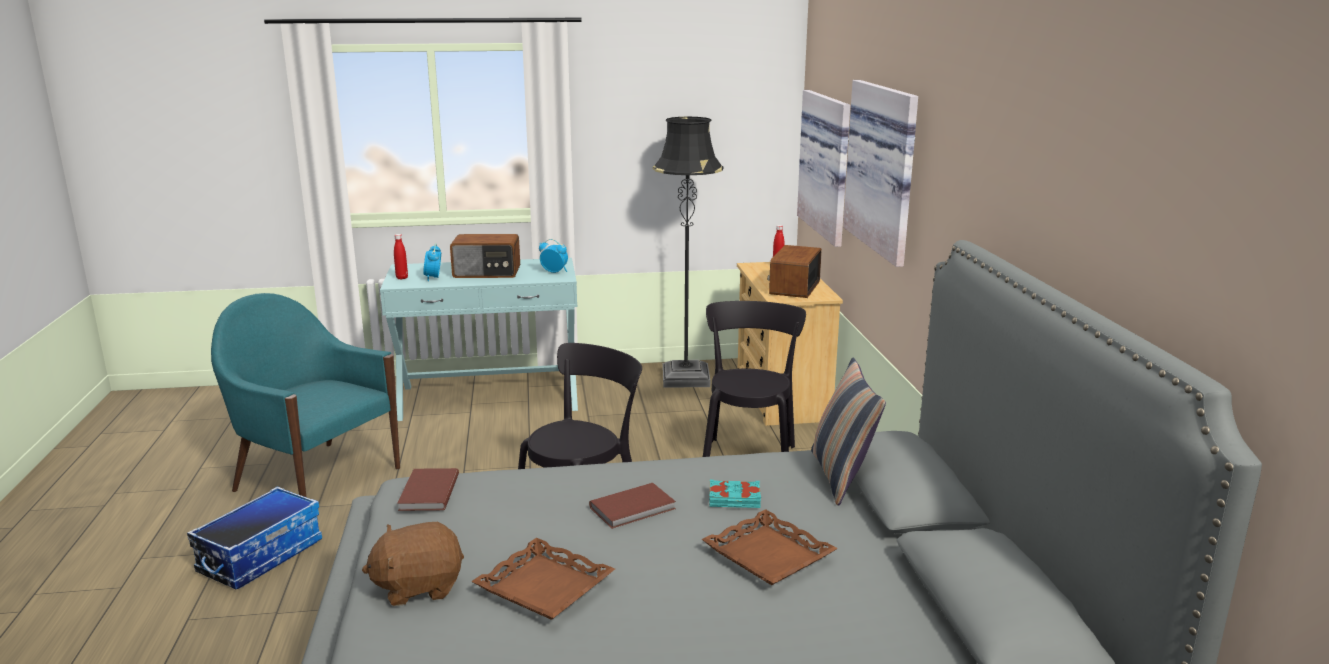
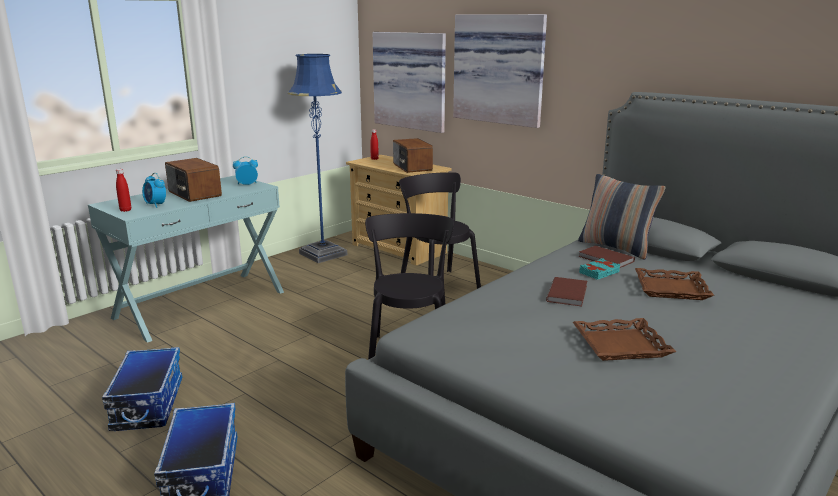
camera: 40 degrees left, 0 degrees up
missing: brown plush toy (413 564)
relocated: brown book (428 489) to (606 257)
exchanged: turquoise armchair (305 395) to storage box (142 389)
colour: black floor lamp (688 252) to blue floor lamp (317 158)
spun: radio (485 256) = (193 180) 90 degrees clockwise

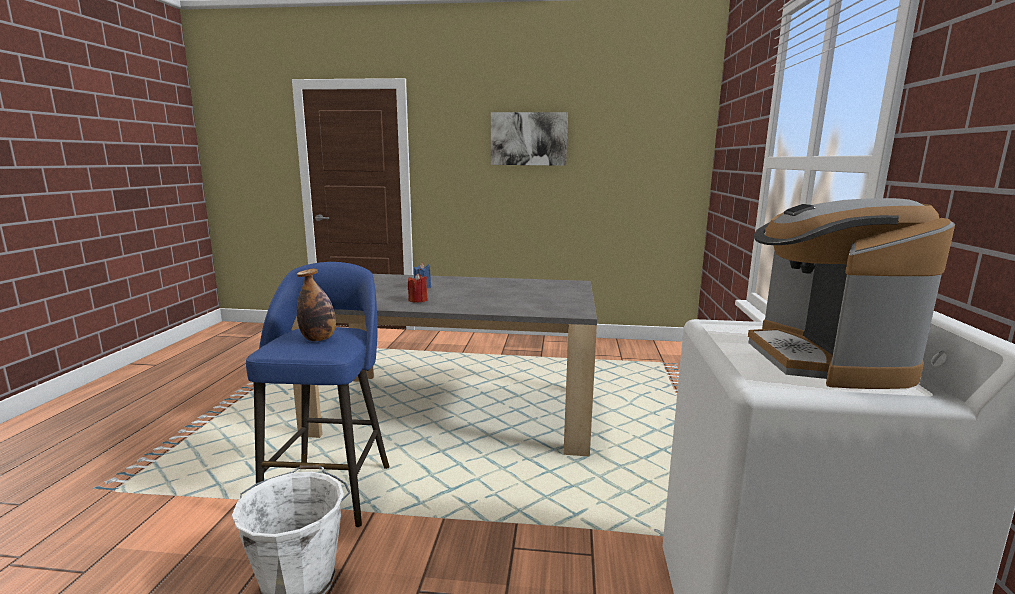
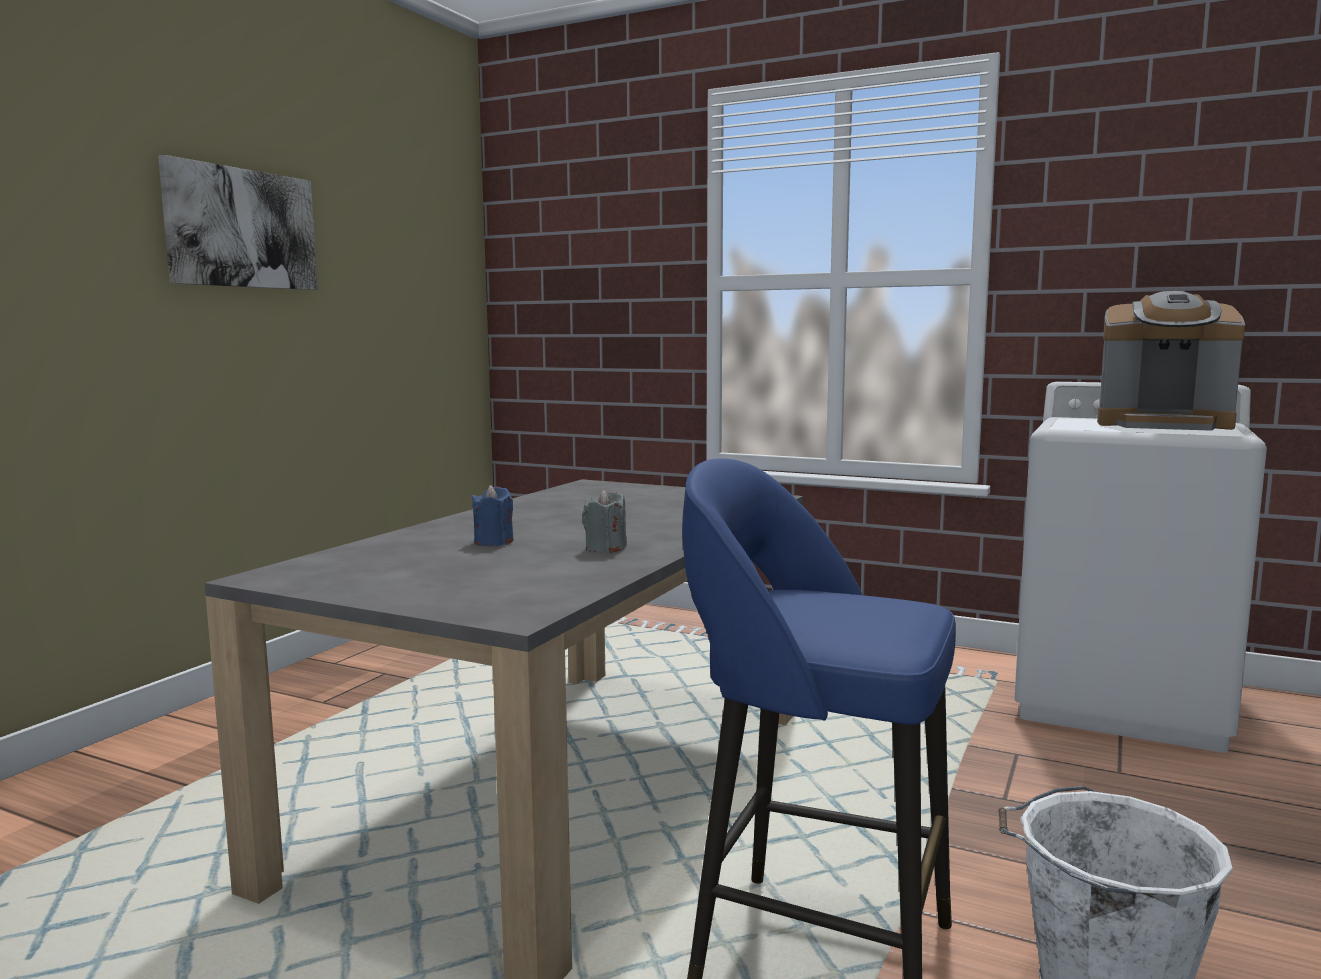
camera: 70 degrees left, 5 degrees down
missing: bottle (316 305)
colour: red candle (417 288) to grey candle (604 521)

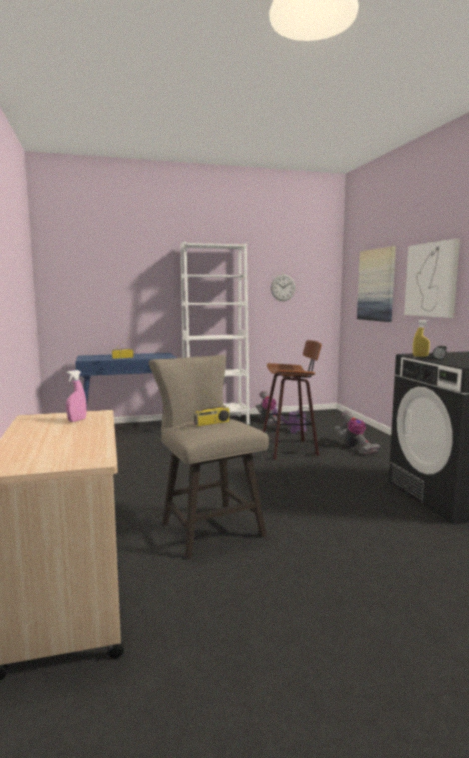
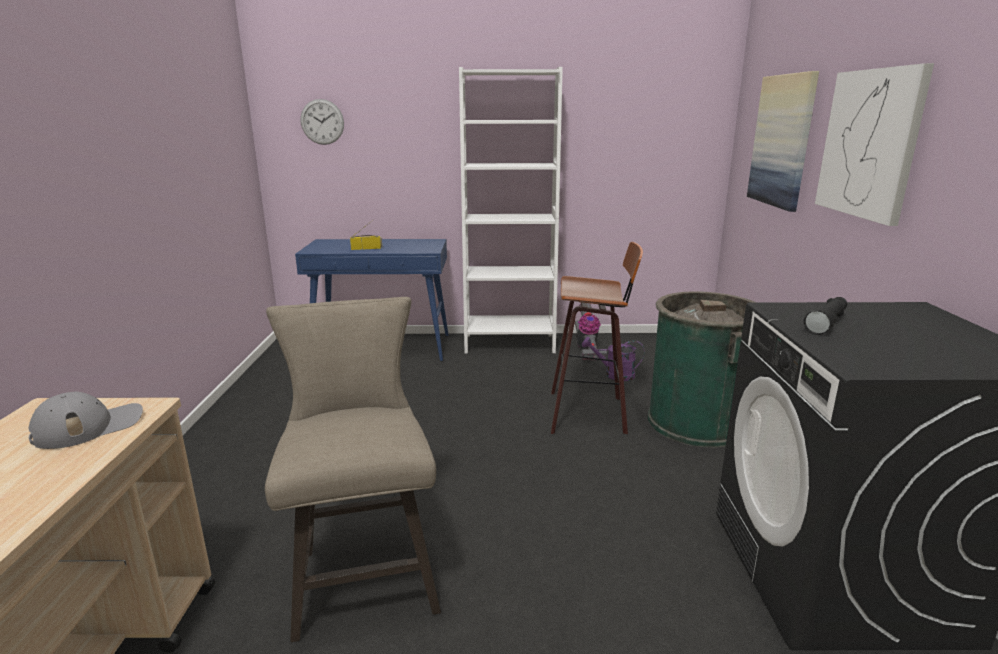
camera: 15 degrees right, 10 degrees up
missing: radio (212 407); yellow spray bottle (421 338)
relocated: wall clock (283 287) to (322 122)
exchanged: pink spray bottle (76 396) to grey cap (85 420); vacuum cleaner (357 432) to green trash can (702 369)

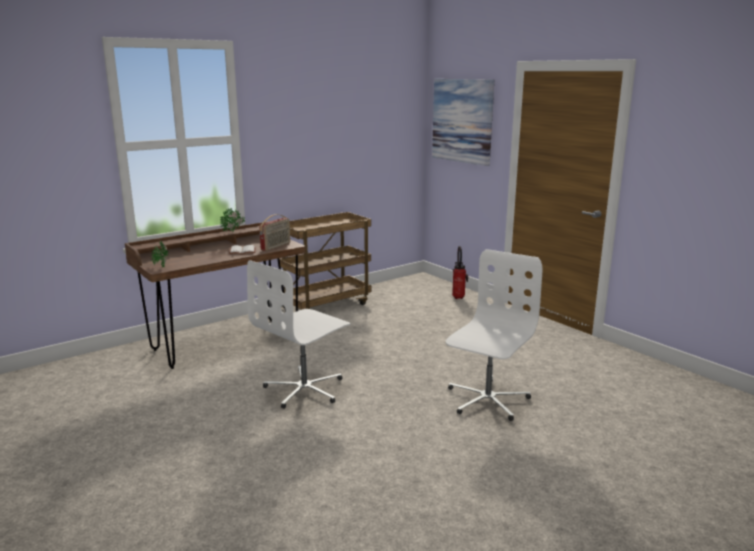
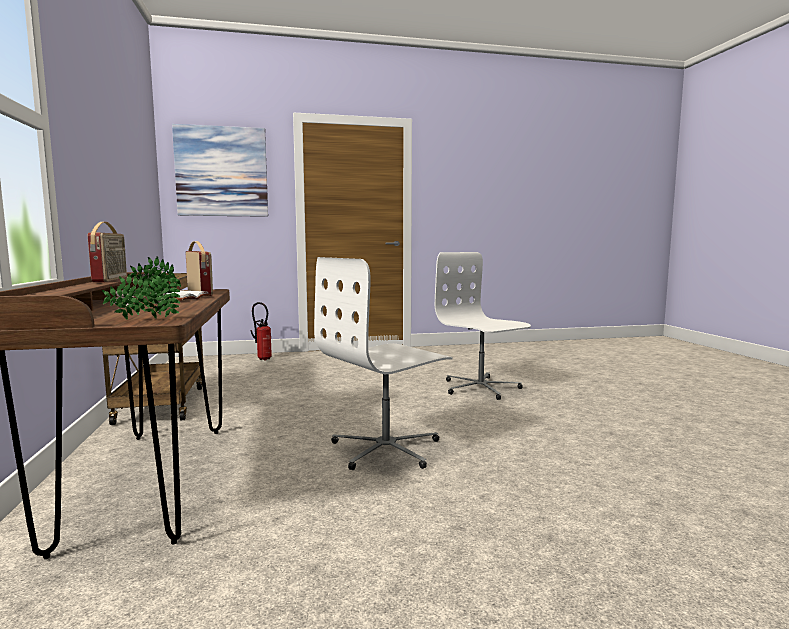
camera: 65 degrees left, 10 degrees down
exchanged: potted plant (232 220) to radio (107 252)
spun: white office chair (299 334) = (383 363) 75 degrees clockwise

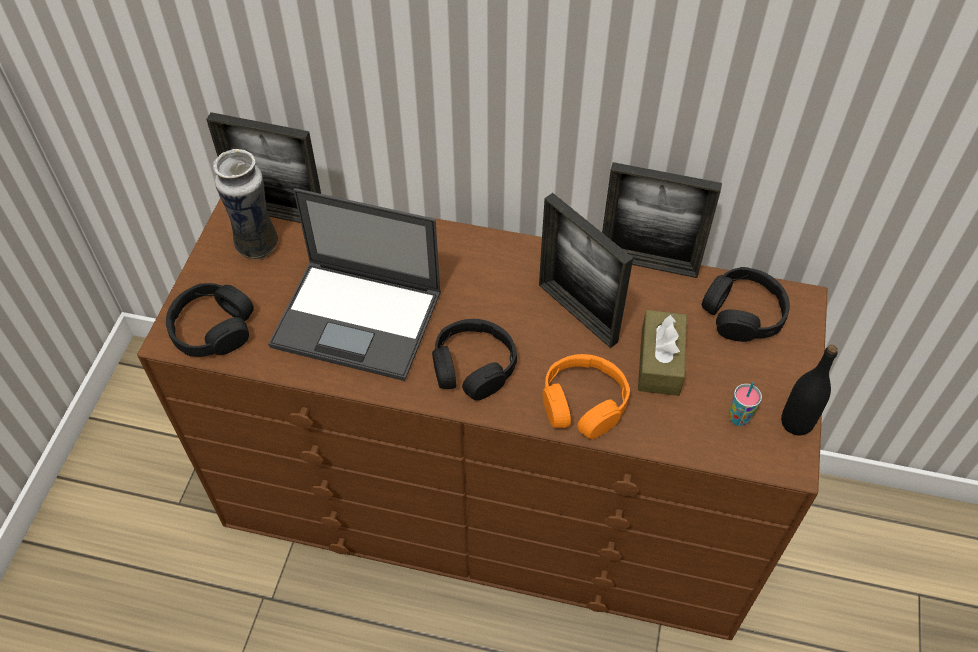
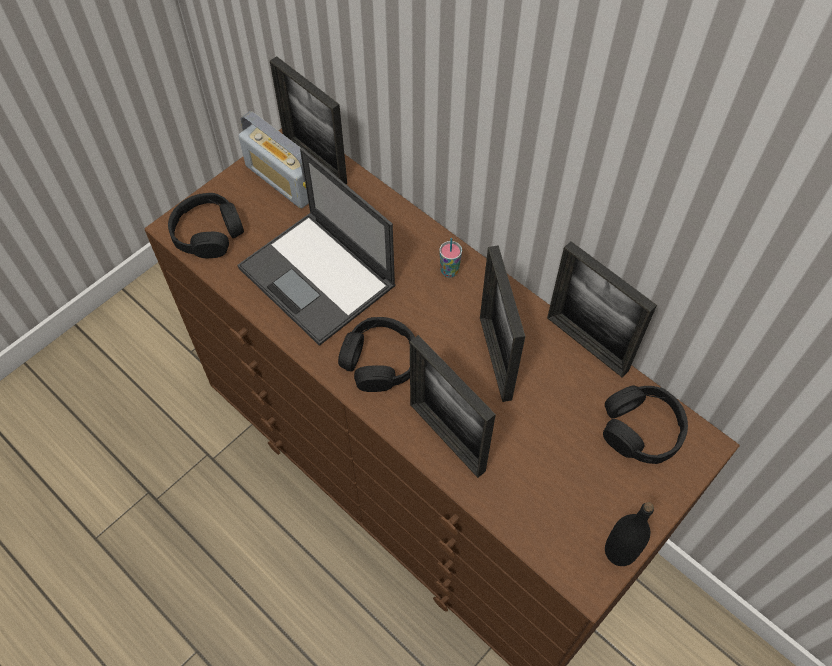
camera: 30 degrees right, 5 degrees up
missing: brown tissue box (662 353)
relocated: cup (745 404) to (450 258)
exchanged: vase (245 204) to radio (273 160); orange headphones (586 396) to picture frame (453 406)

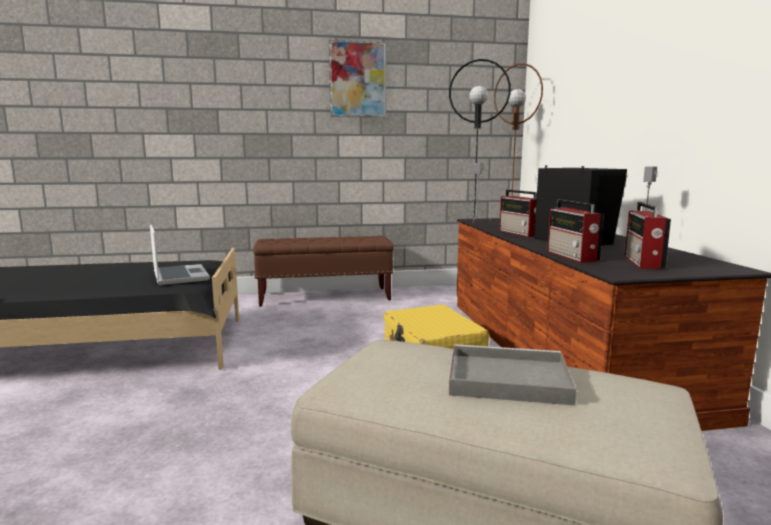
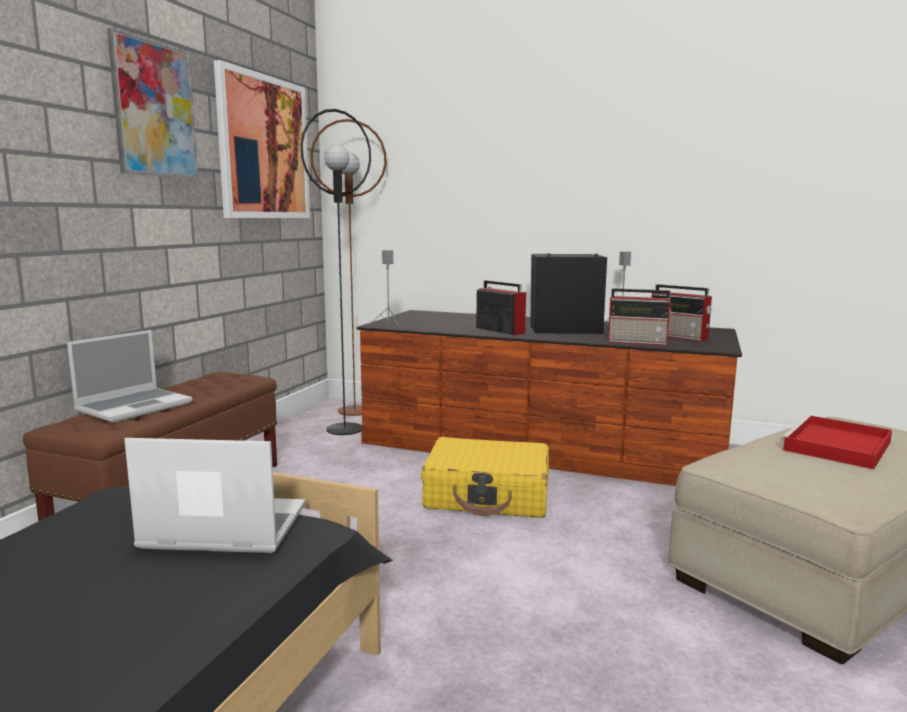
camera: 60 degrees left, 0 degrees up
appeared: laptop (129 376); picture (262 139)
colour: grey tray (513 374) to red tray (836 442)
spun: radio (518 213) = (501 307) 135 degrees counterclockwise

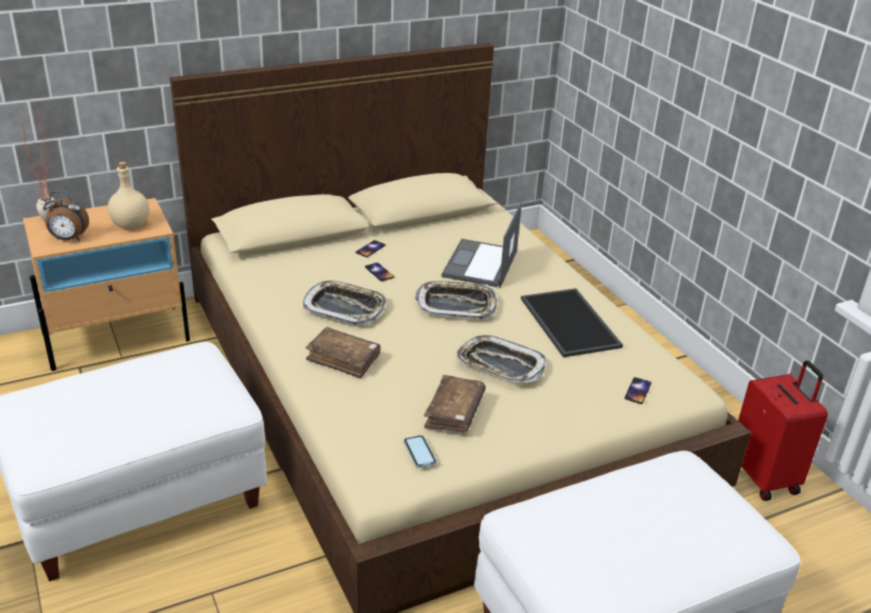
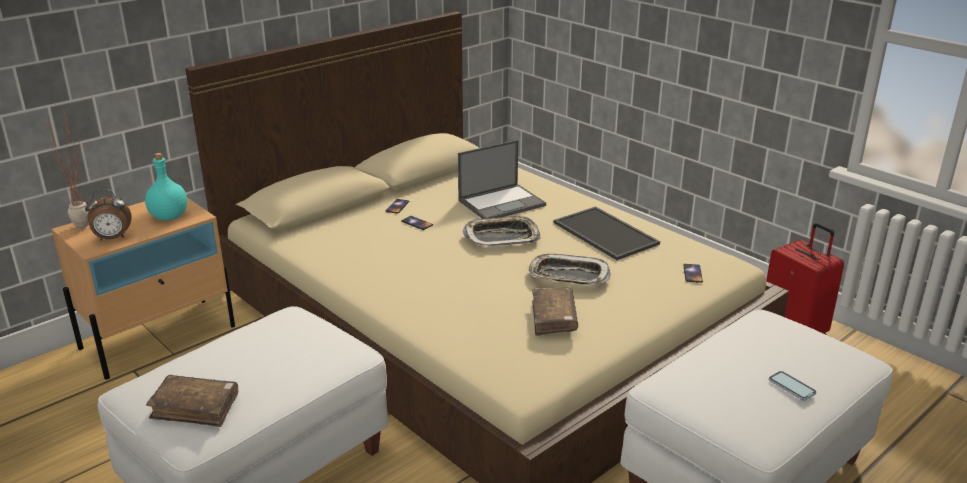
camera: 15 degrees left, 5 degrees down
missing: tray (345 303)
relocated: brown book (343 353) to (192 401); phone (420 451) to (793 386)
colour: beige bottle (129 195) to turquoise bottle (166 186)
spun: laptop (482 245) = (502 179) 120 degrees counterclockwise

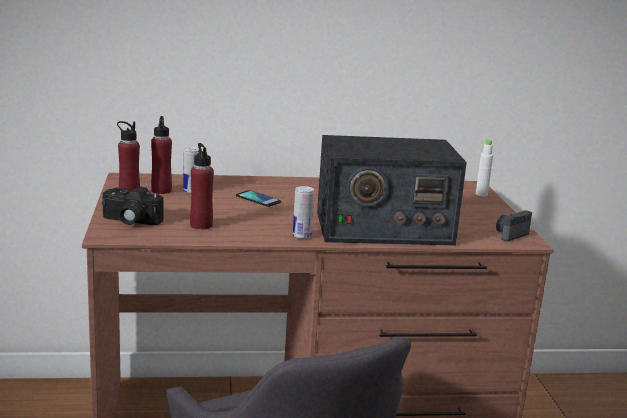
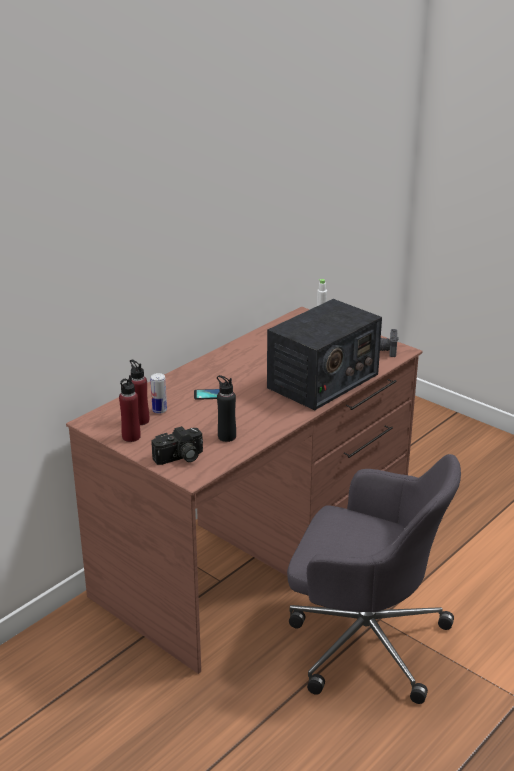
camera: 40 degrees left, 10 degrees up
missing: can (303 212)
colour: red bottle (202 186) to black bottle (226 408)

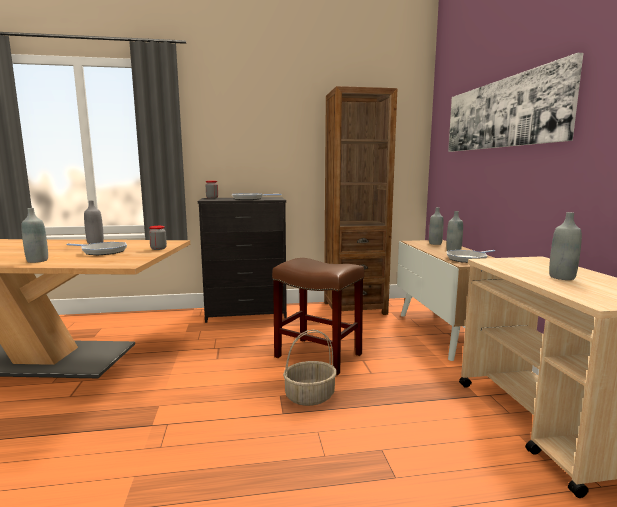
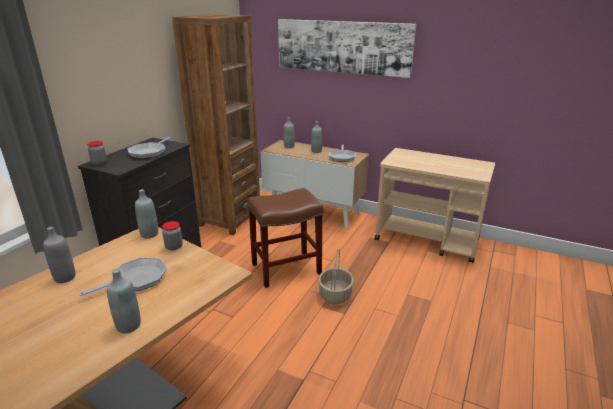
camera: 55 degrees left, 15 degrees up
relocated: grey bottle (565 246) to (146 214)

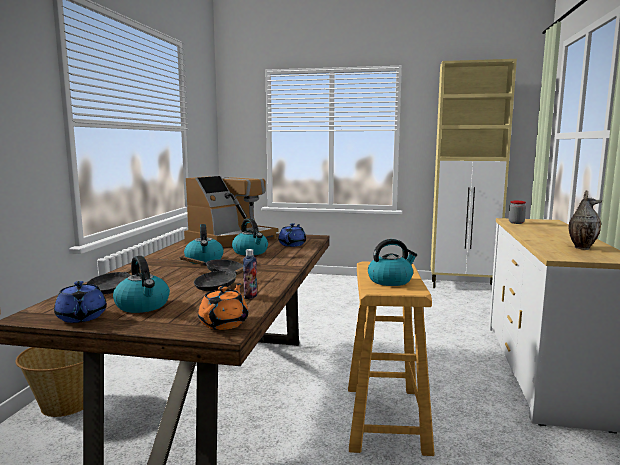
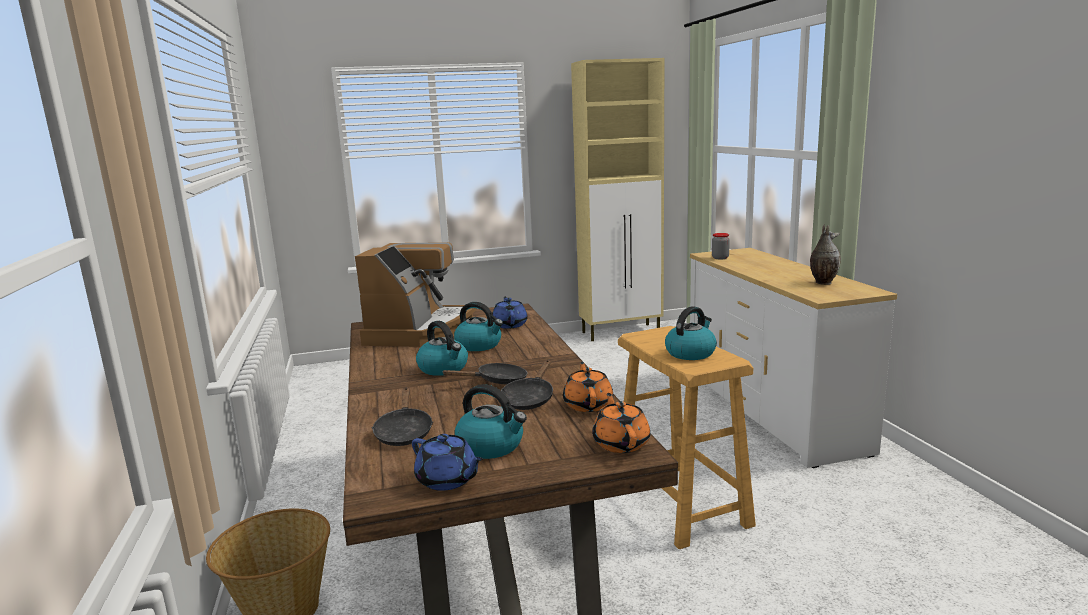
camera: 25 degrees left, 5 degrees up
exchanged: bottle (250 274) to orange teapot (588 387)

